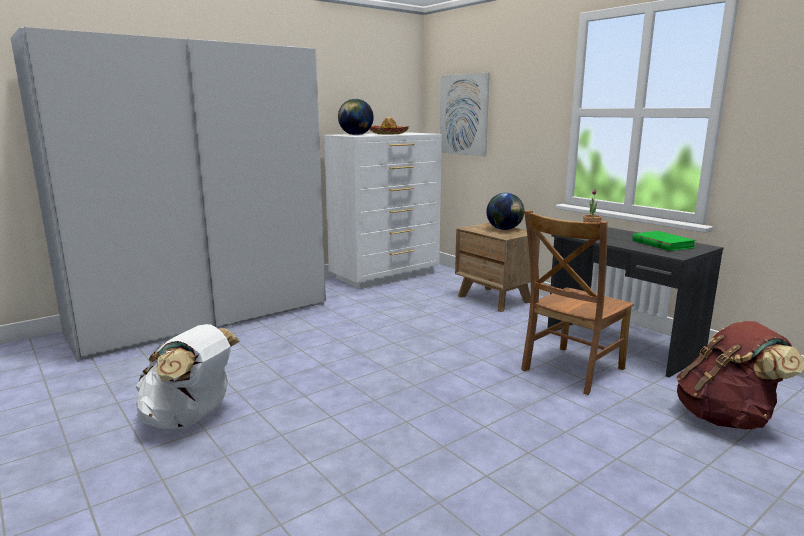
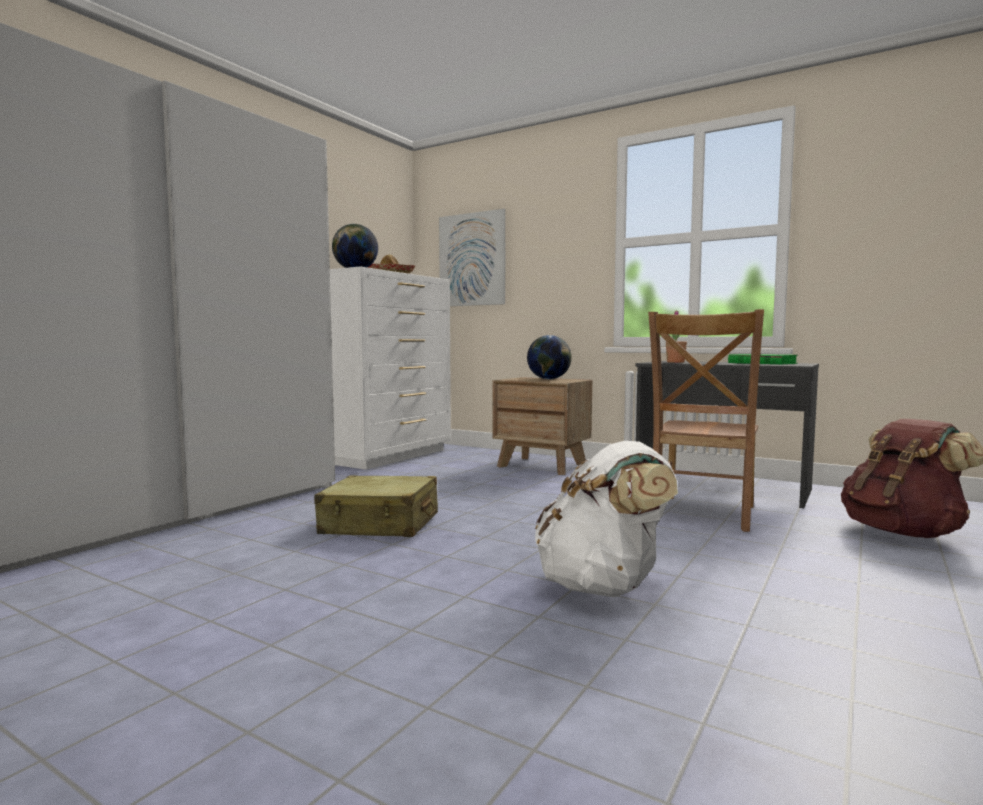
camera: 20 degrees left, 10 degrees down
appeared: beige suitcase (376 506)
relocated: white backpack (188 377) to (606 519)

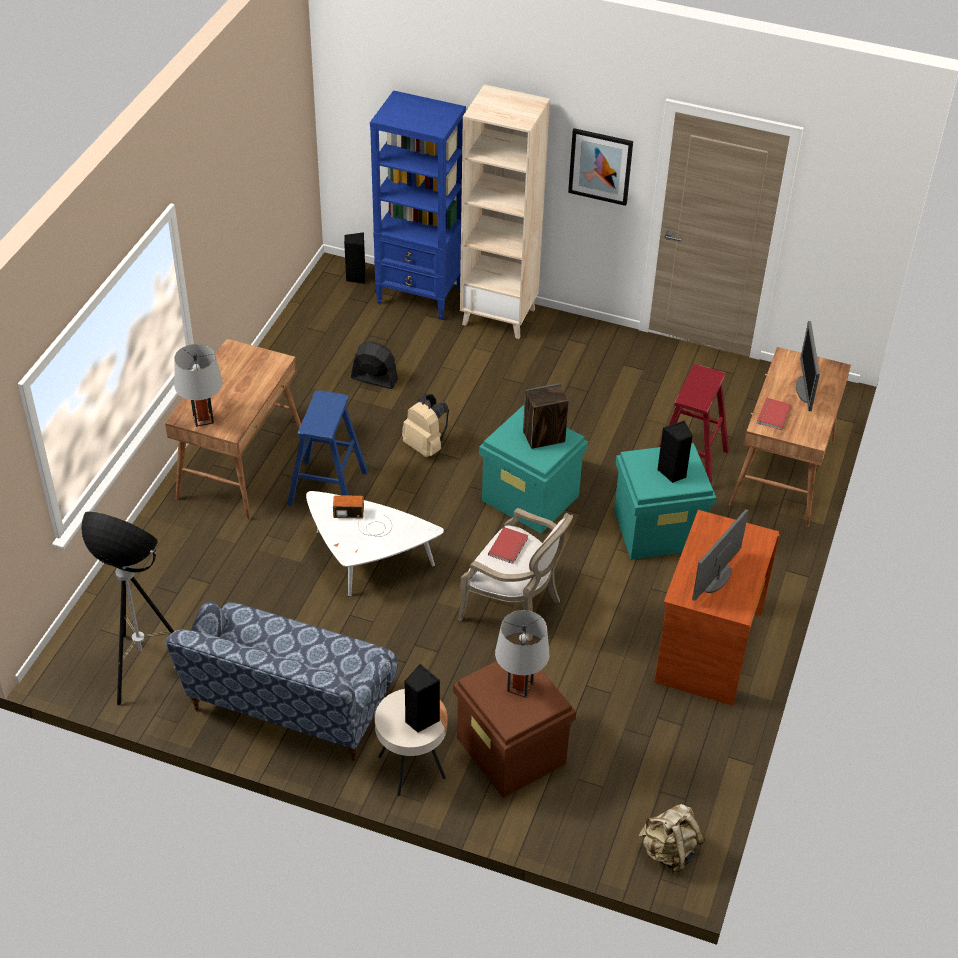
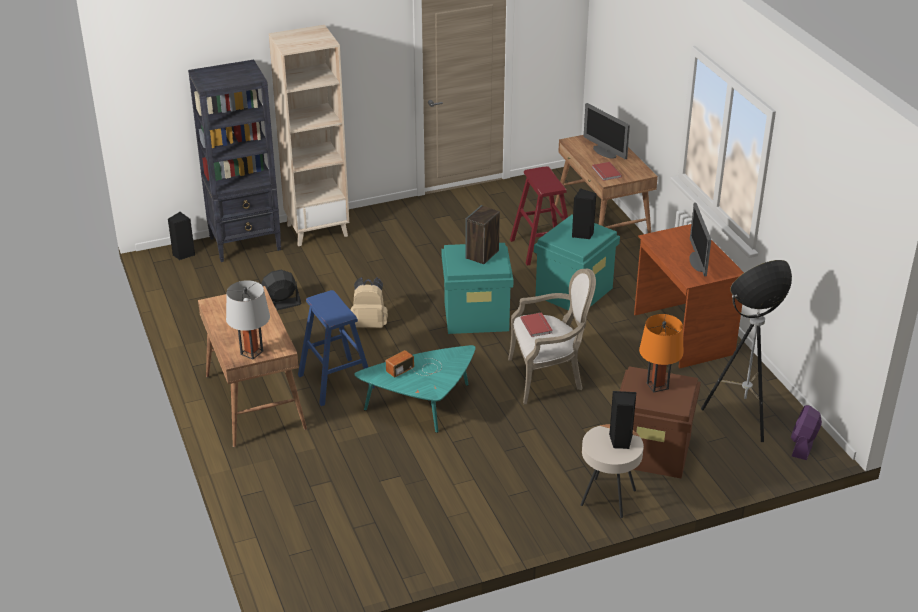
camera: 40 degrees left, 10 degrees down
missing: sofa (282 681); picture (600 167)
relocated: floor lamp (127 608) to (746 351)
exchanged: beige backpack (672 838) to purple fan (806 432)
colour: white coffee table (375 544) to turquoise coffee table (415 389); blue bookcase (418 205) to black bookcase (234 161); grey table lamp (522 654) to orange table lamp (661 353)

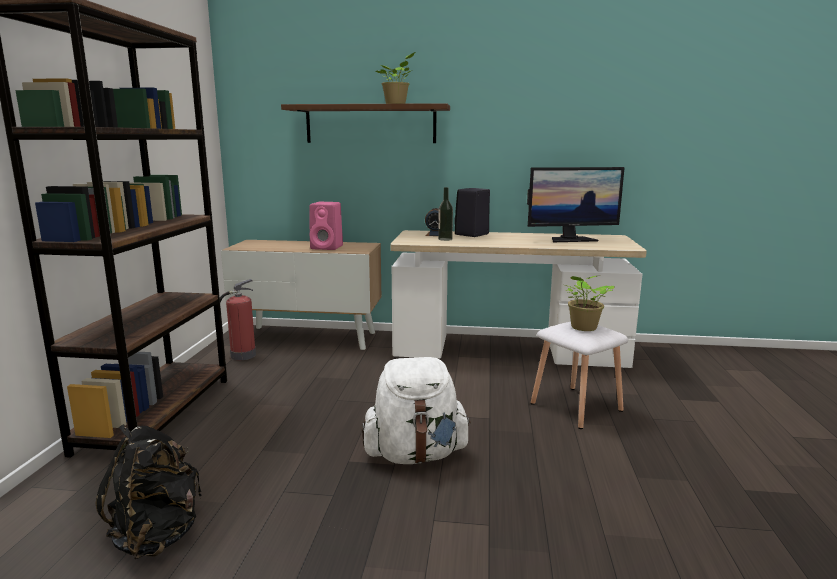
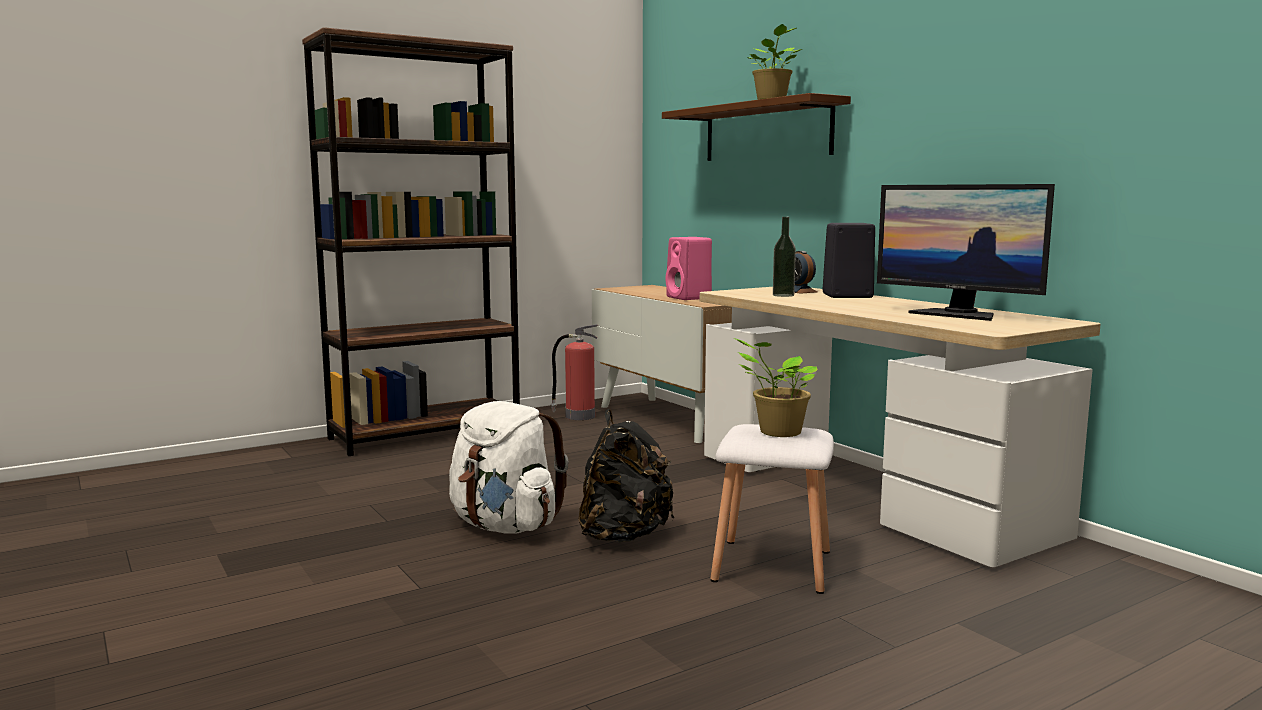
camera: 50 degrees right, 5 degrees down
relocated: black backpack (148 491) to (626 475)

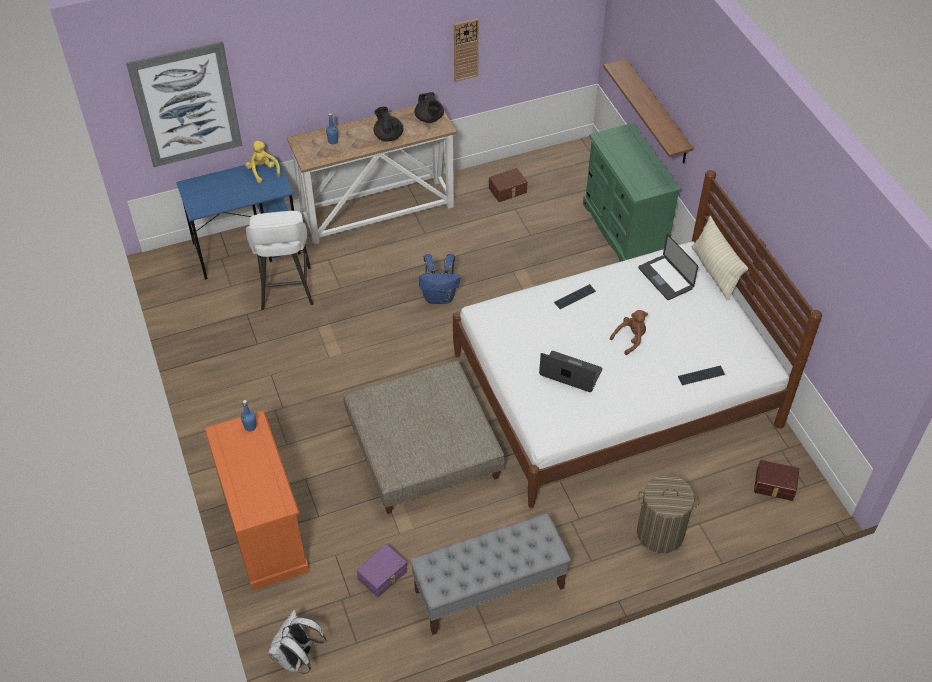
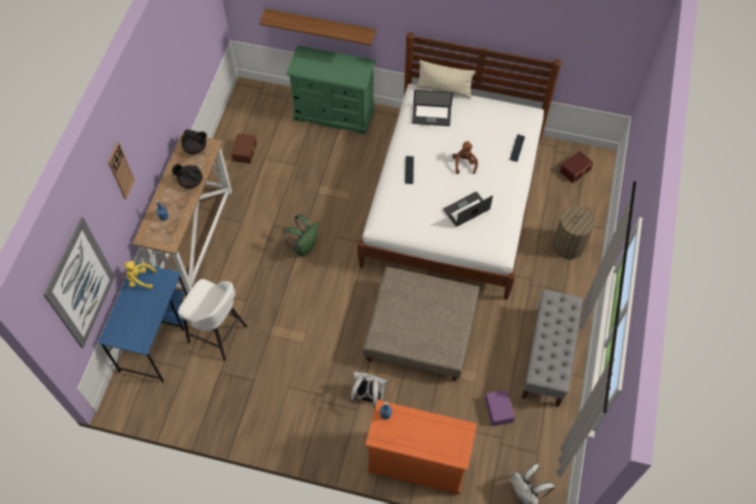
camera: 55 degrees left, 10 degrees up
appeared: white backpack (369 390)
relocated: wall clock (466 50) to (121 170)
colour: blue backpack (439 279) to green backpack (301 235)

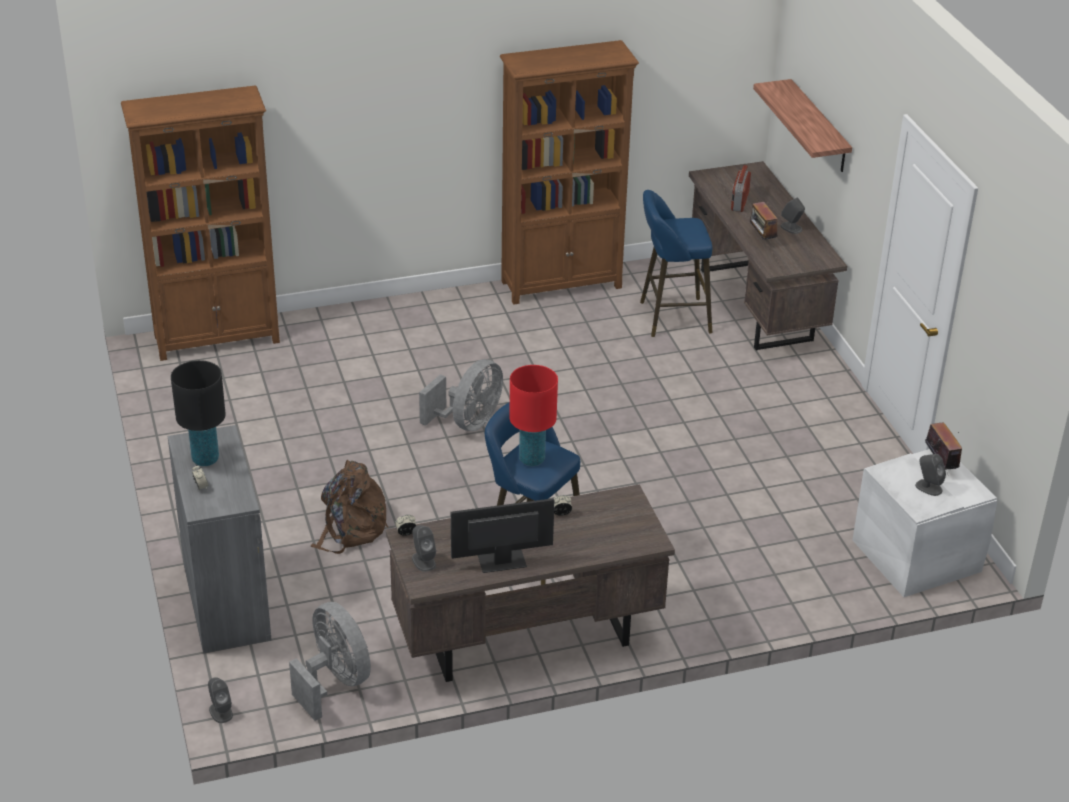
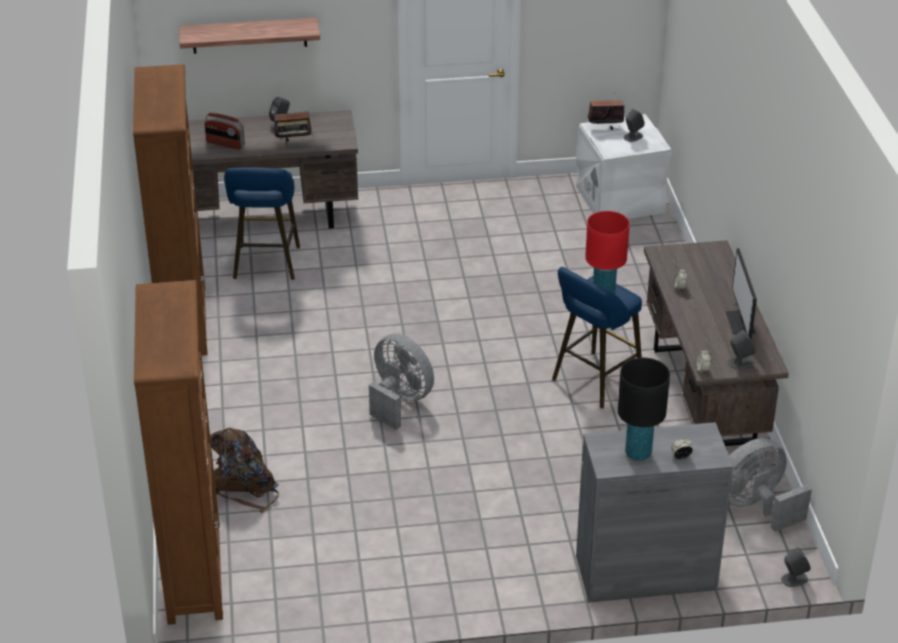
camera: 80 degrees left, 0 degrees up
relocated: brown backpack (349 507) to (244 470)

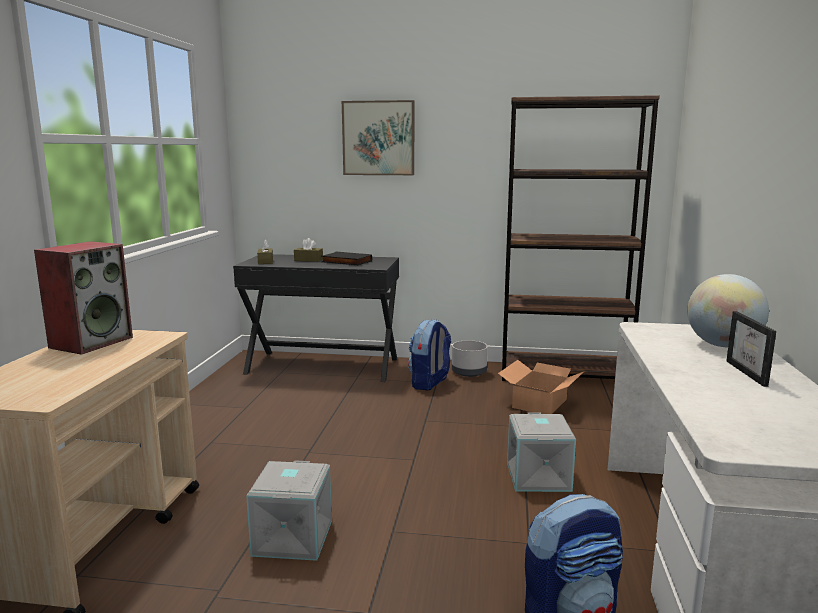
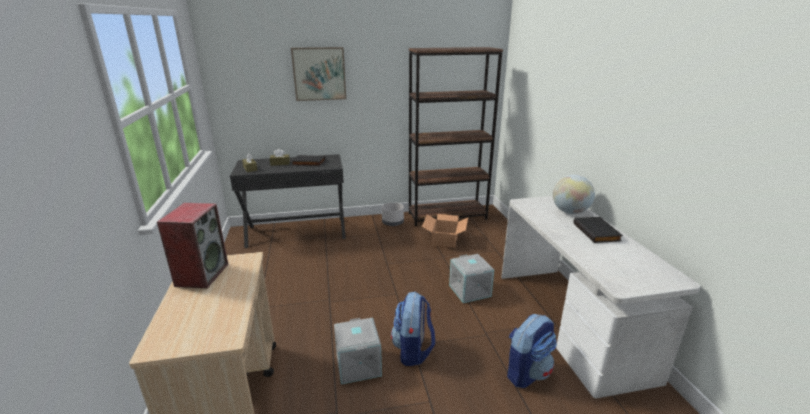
camera: 20 degrees left, 10 degrees up
relocated: backpack (430 354) to (413 329)
exchanged: picture frame (751 349) to black book (598 230)

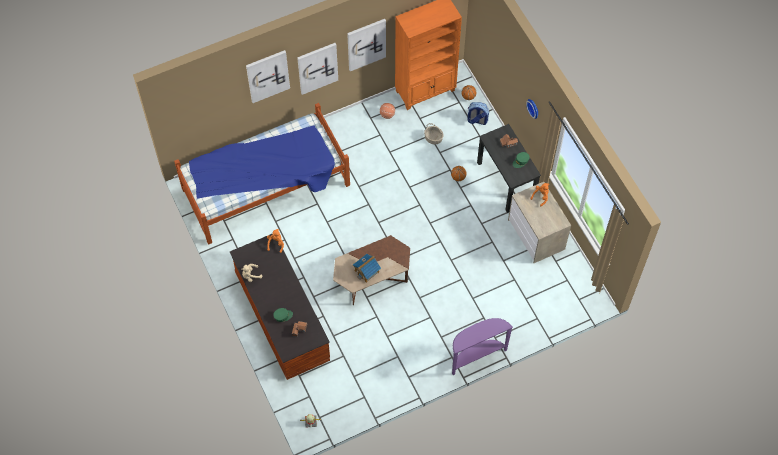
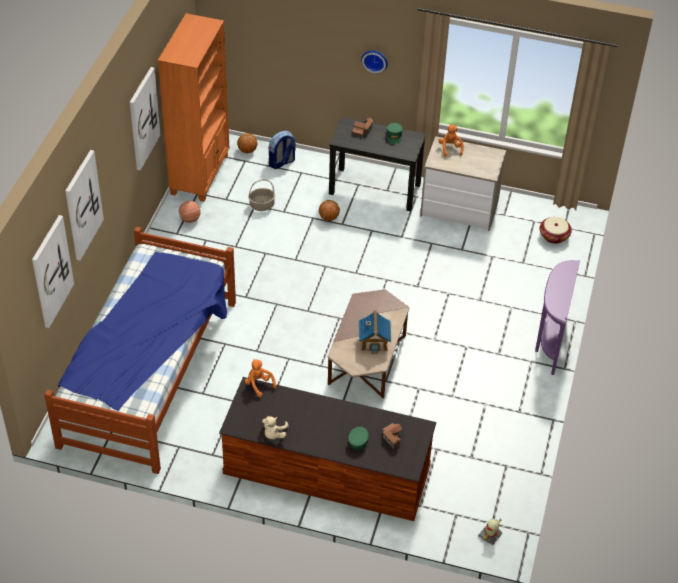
camera: 50 degrees left, 15 degrees down
appeared: basket (556 230)
relocated: picture (317 69) to (53 271)

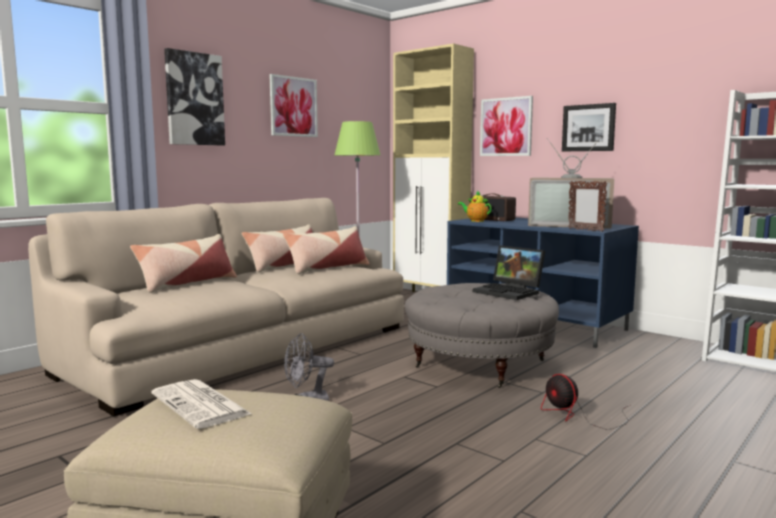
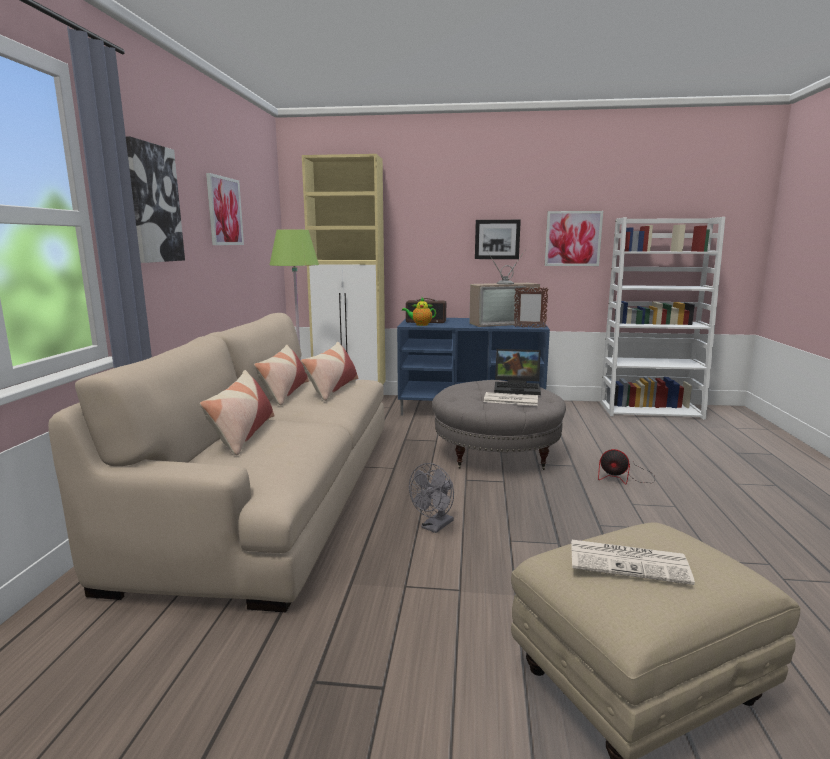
camera: 35 degrees left, 5 degrees up
appeared: newspaper (511 399)
relocated: picture (506 126) to (574 238)

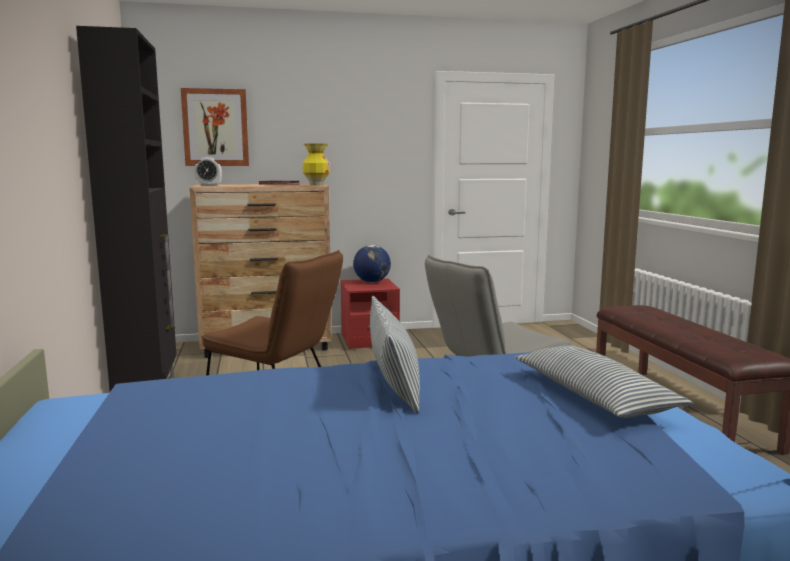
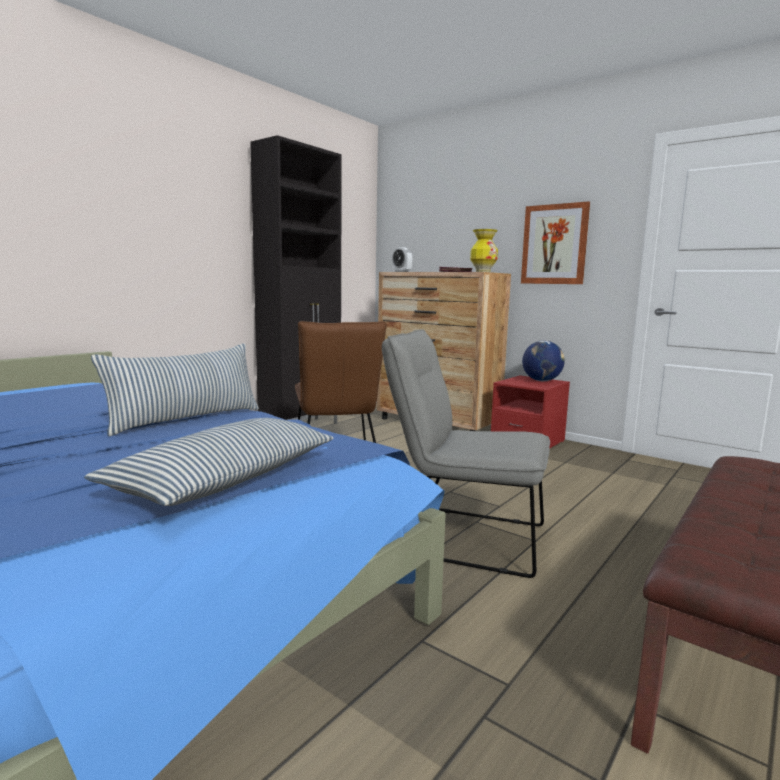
camera: 50 degrees right, 0 degrees up
relocated: picture (215 127) to (555 242)

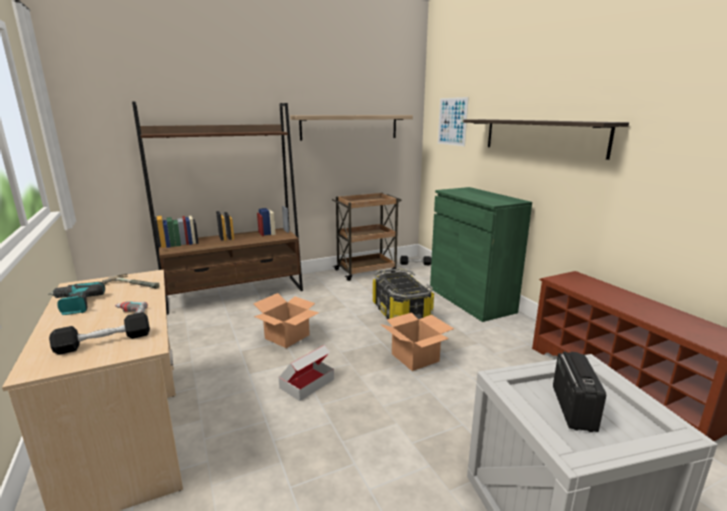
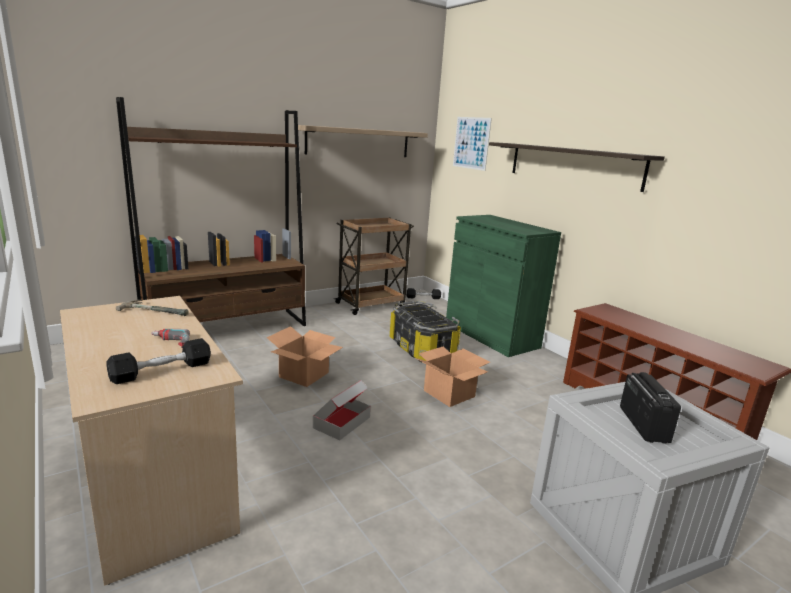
camera: 10 degrees left, 0 degrees up
missing: power drill (76 298)

